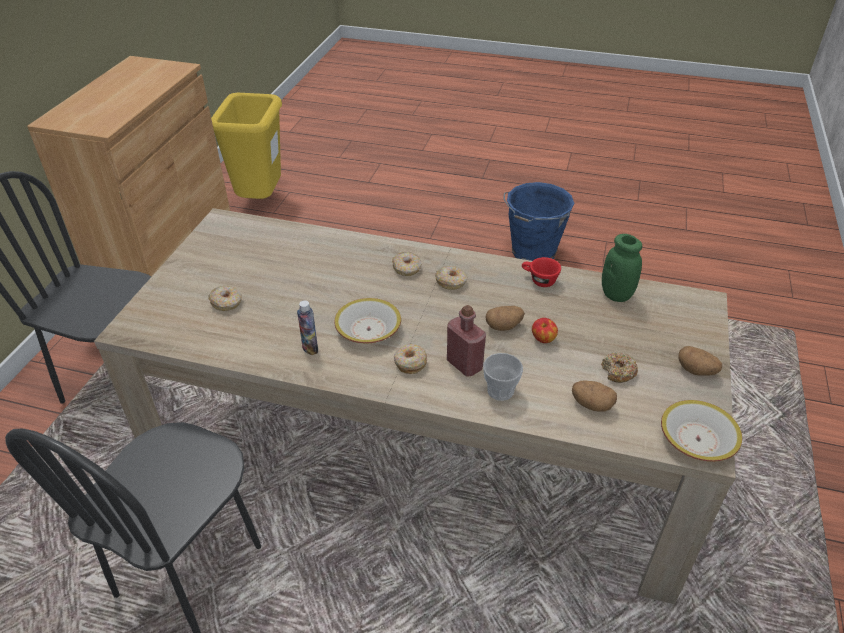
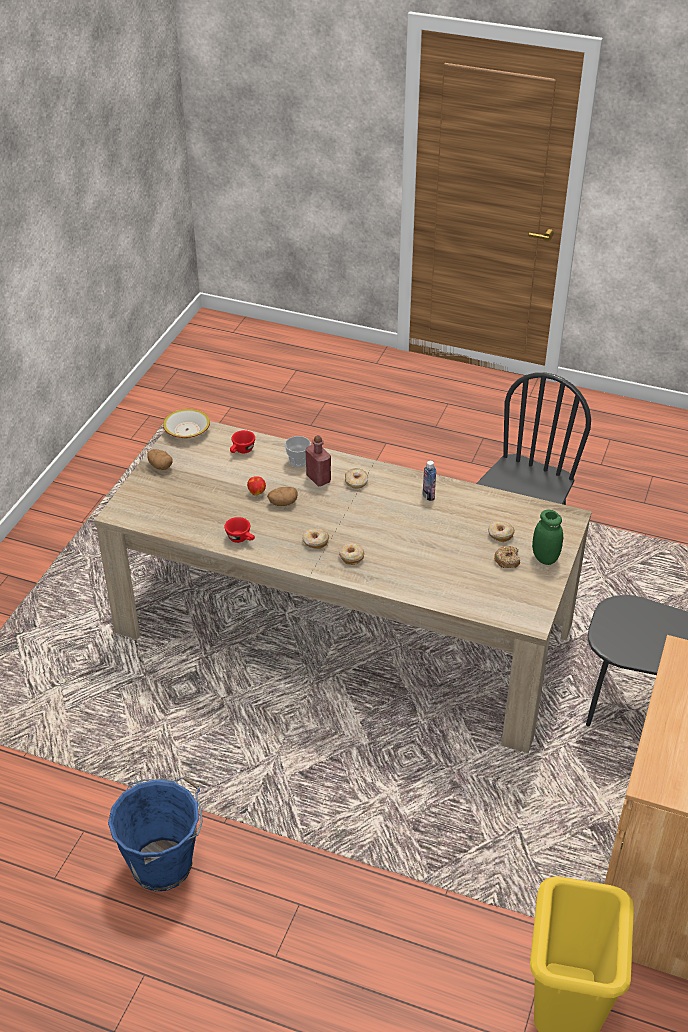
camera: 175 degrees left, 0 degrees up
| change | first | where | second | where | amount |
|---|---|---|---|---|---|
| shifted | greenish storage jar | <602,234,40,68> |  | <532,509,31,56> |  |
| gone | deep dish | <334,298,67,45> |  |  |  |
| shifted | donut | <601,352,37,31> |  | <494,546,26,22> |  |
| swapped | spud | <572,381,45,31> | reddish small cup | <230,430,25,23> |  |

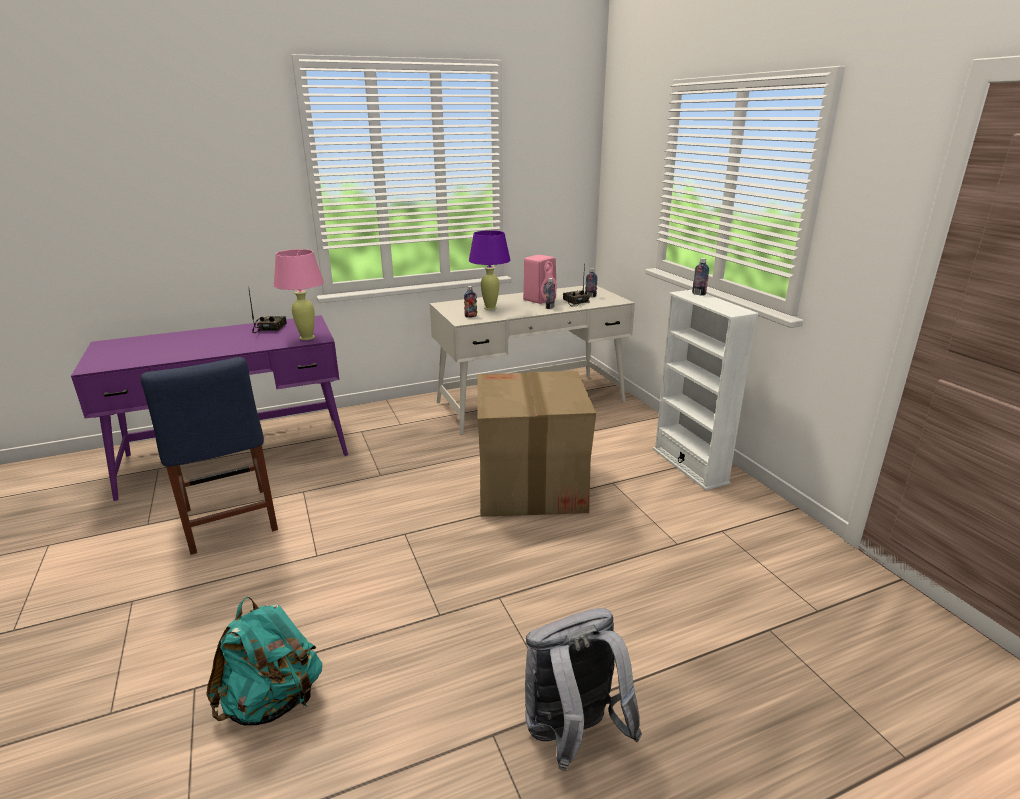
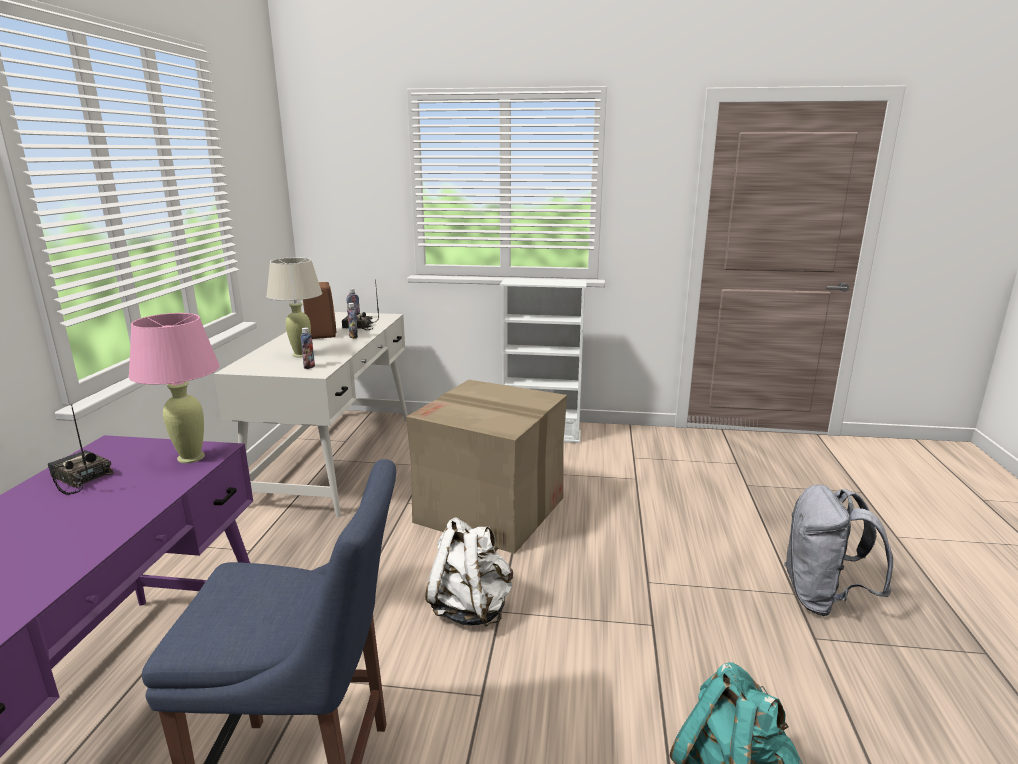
camera: 60 degrees left, 5 degrees down
| change | first | where | second | where | amount |
|---|---|---|---|---|---|
| repainted | purple-coloured lamp for a table | <469,230,41,80> | beige-coloured lamp for a table | <266,257,56,101> |  |
| repainted | pink audio speaker | <523,255,34,49> | brown-coloured audio speaker | <303,282,33,57> |  |
| gone | beverage bottle | <692,258,17,38> |  |  |  |
| new |  |  | white-coloured backpack | <425,518,88,109> |  |

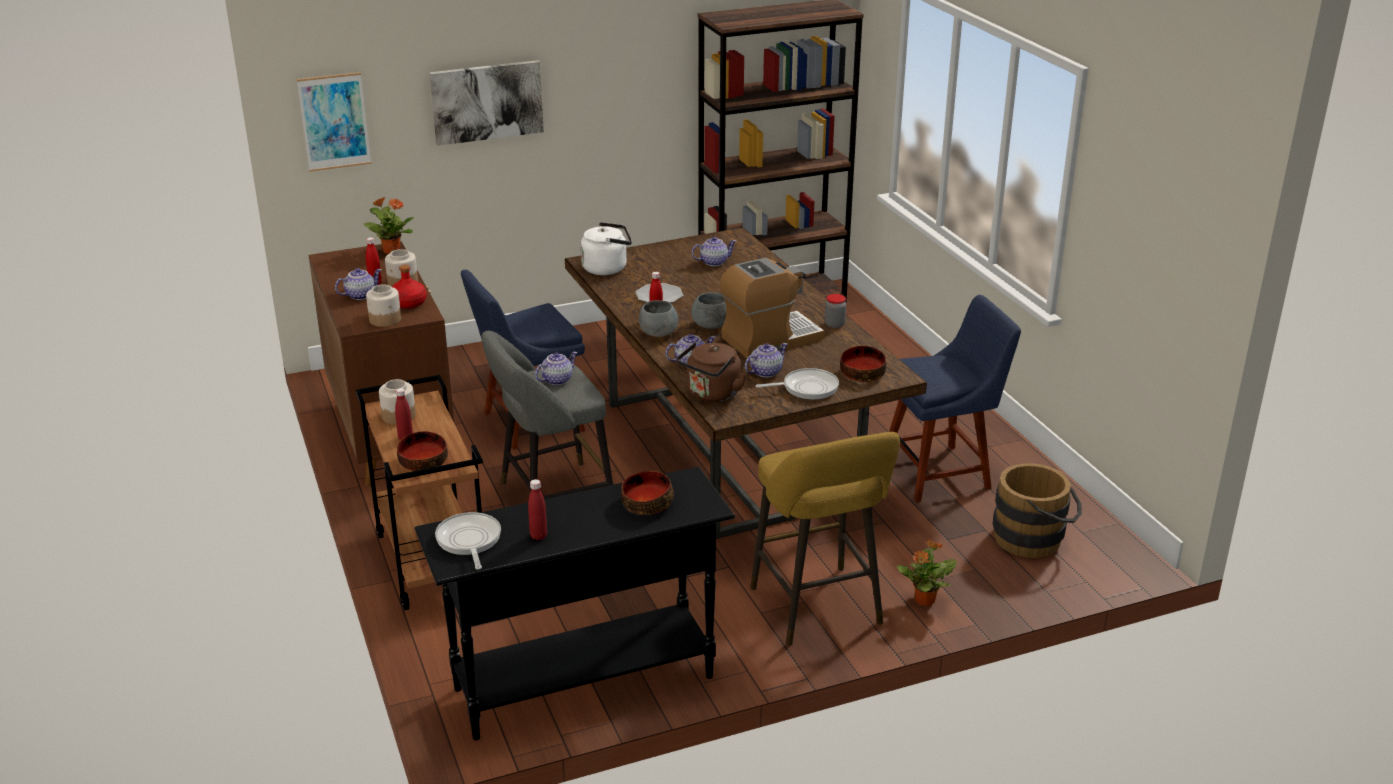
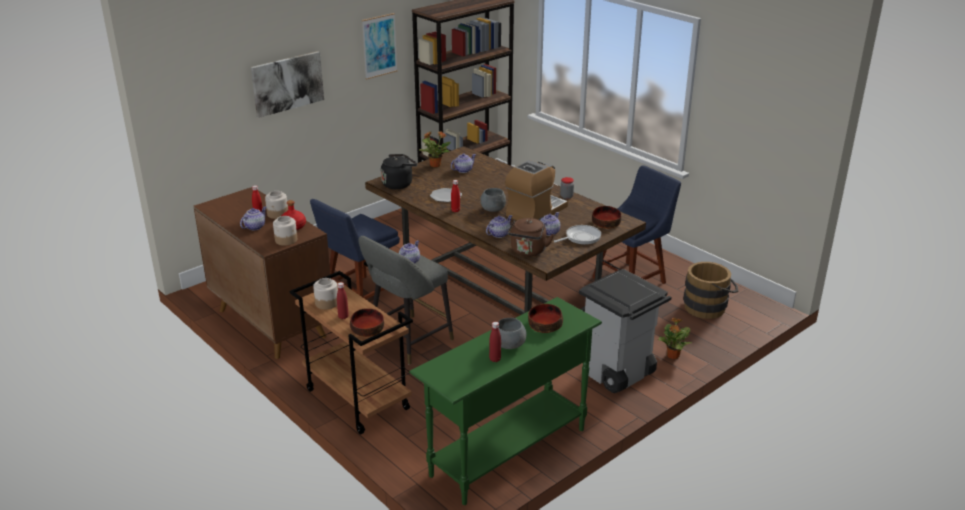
camera: 20 degrees left, 0 degrees up
| change | first | where | second | where | amount |
|---|---|---|---|---|---|
| shifted | picture | <297,72,74,100> |  | <362,13,36,67> |  |
| shifted | houseplant | <364,197,50,57> |  | <419,131,32,37> |  |
| repainted | white-coloured kettle | <580,222,52,53> | black-coloured kettle | <381,154,36,35> |  |
| shifted | greyish deep dish | <639,300,39,37> |  | <498,318,29,31> |  |
| swapped | yellowish stool seat | <750,432,150,214> | greyish rubbish bin | <579,269,92,124> |  |
| repainted | black-coloured narrow table | <415,466,320,274> | greenish narrow table | <409,297,193,208> |  |
| gone | pan | <435,512,66,58> |  |  |  |

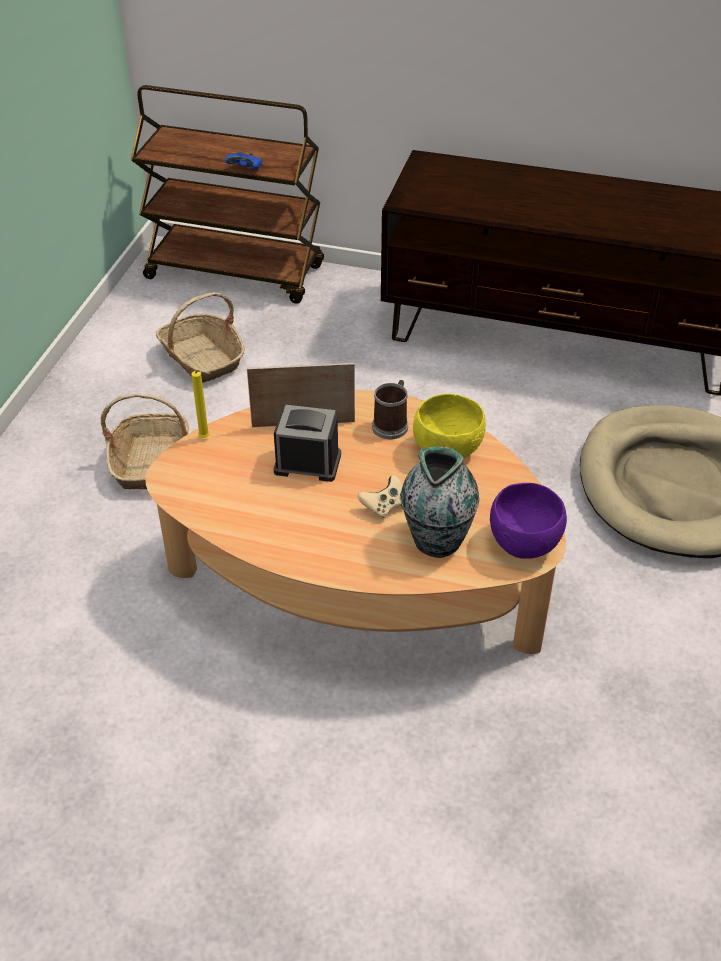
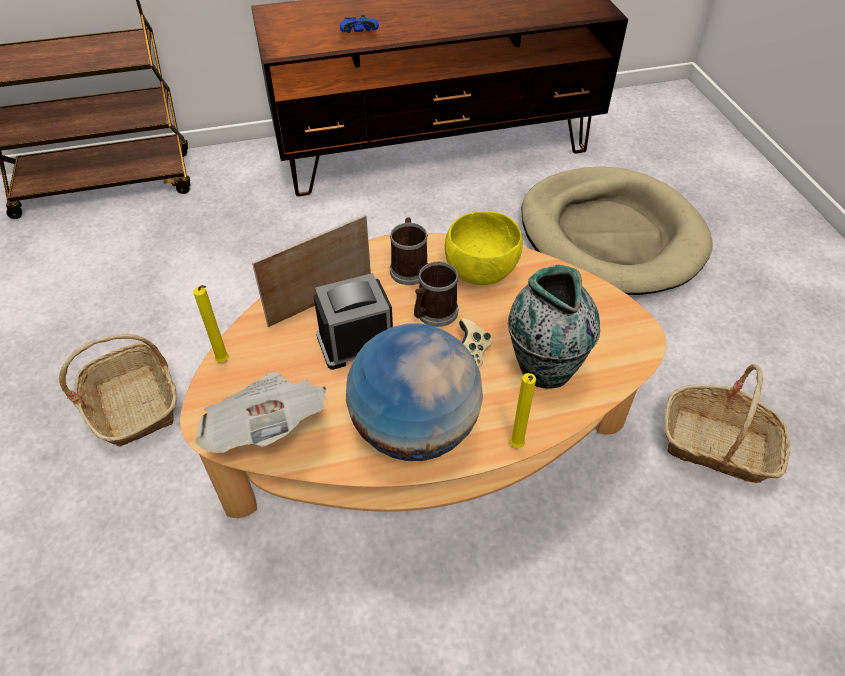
camera: 30 degrees left, 5 degrees up
| change | first | where | second | where | amount |
|---|---|---|---|---|---|
| shifted | blue gamepad | <225,151,37,18> |  | <340,15,39,18> |  |
| shifted | basket | <156,292,89,91> |  | <665,364,125,119> |  |
| gone | purple-coloured deep dish | <490,483,77,76> |  |  |  |
| new |  |  | coffee mug | <414,262,45,65> |  |
| new |  |  | globe | <346,323,137,138> |  |
| new |  |  | printed paper | <195,372,132,81> |  |
| new |  |  | yellowish wax candle | <510,373,26,75> |  |

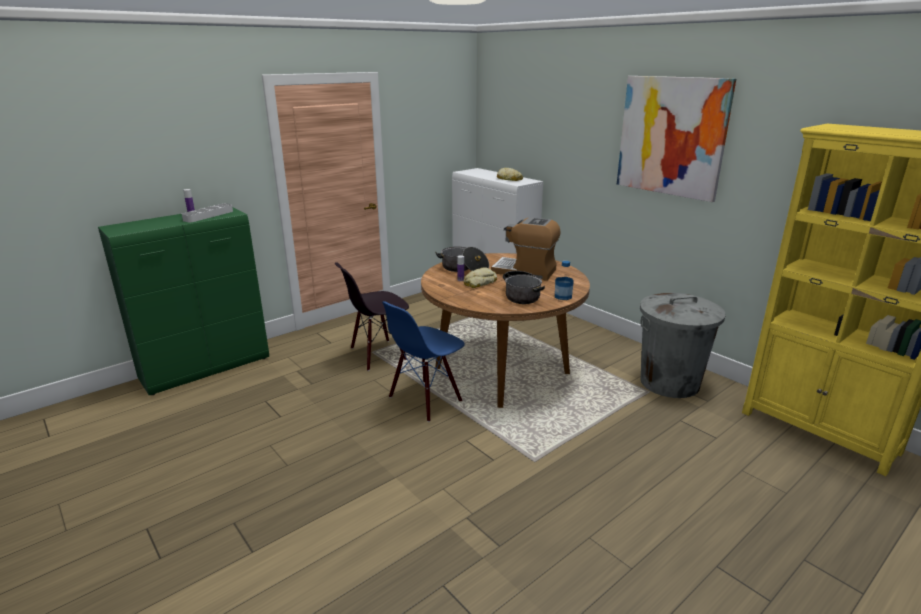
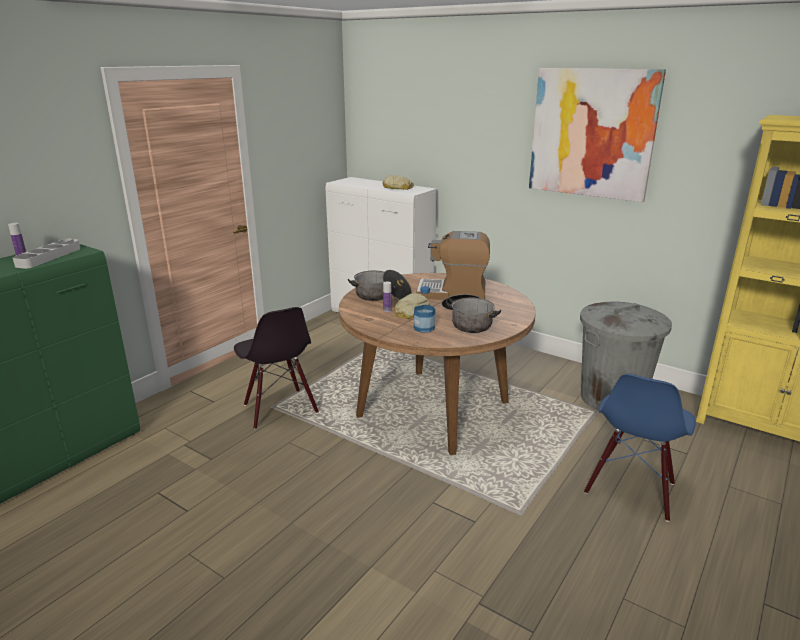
camera: 15 degrees left, 0 degrees up
| change | first | where | second | where | amount |
|---|---|---|---|---|---|
| shifted | beverage bottle | <555,261,19,39> |  | <414,286,21,47> |  |
| rotated | black-coloured plain chair | <335,262,74,109> |  | <234,307,85,123> | 75 degrees counterclockwise |
| shifted | blue plain chair | <382,301,83,121> |  | <584,374,112,148> |  |

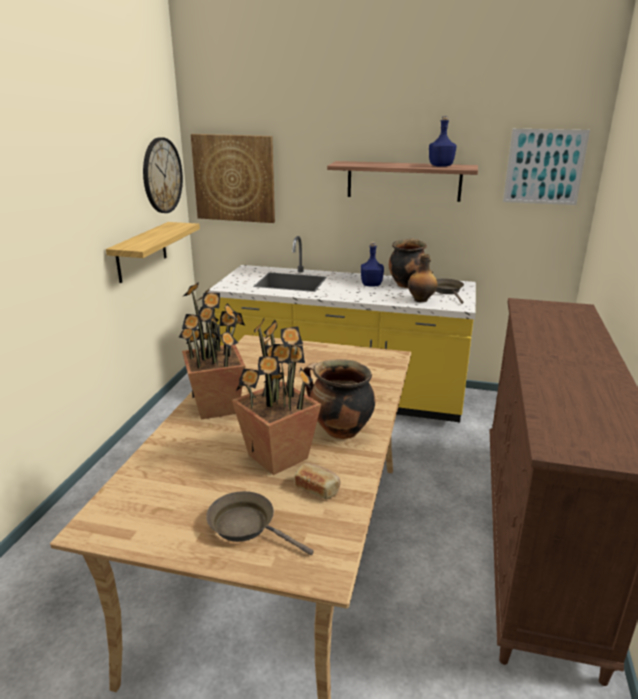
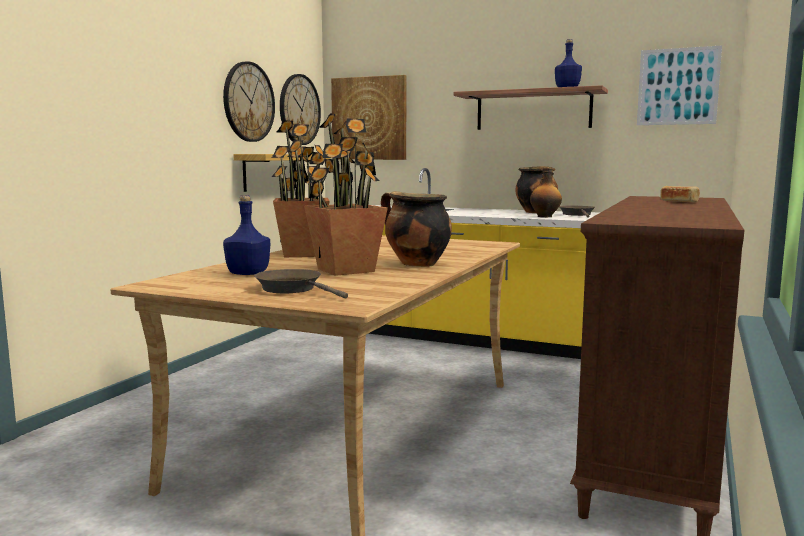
camera: 10 degrees right, 15 degrees down
| change | first | where | second | where | amount |
|---|---|---|---|---|---|
| shifted | blue beverage bottle | <361,242,23,45> |  | <223,195,47,80> |  |
| shifted | bakery bread | <294,463,46,36> |  | <660,186,40,17> |  |
| new |  |  | clock on the wall | <223,61,52,81> |  |

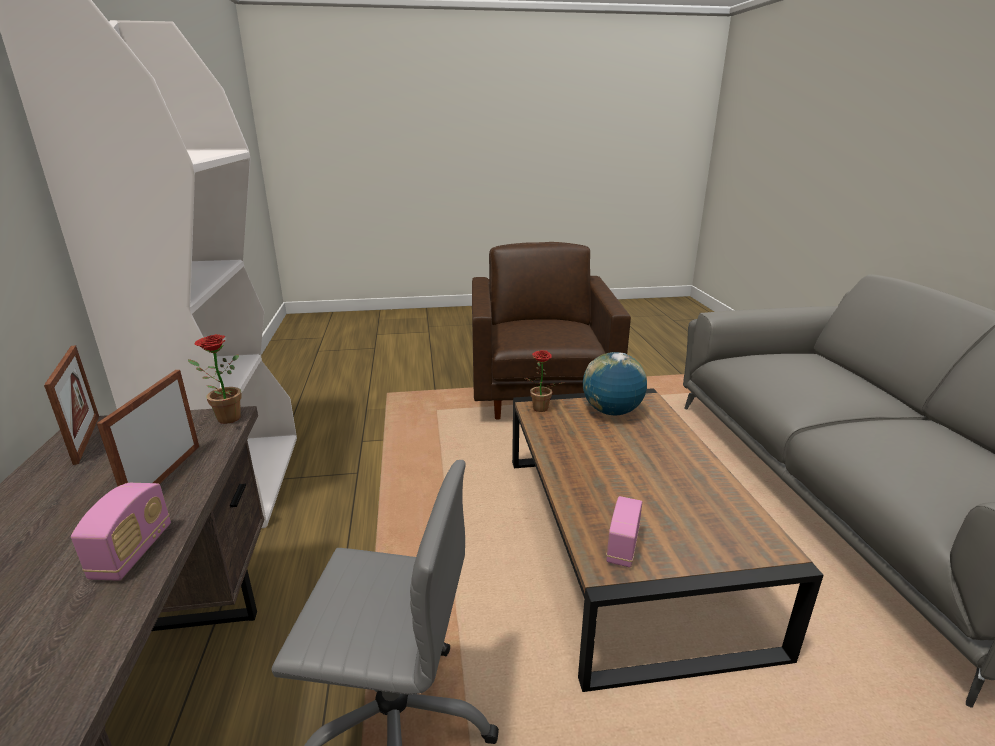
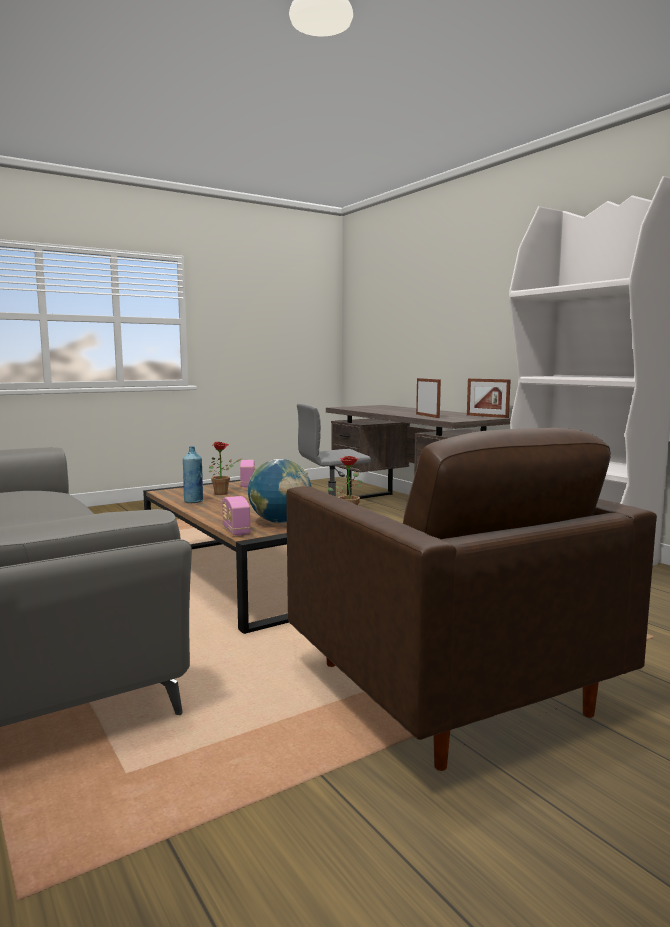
camera: 155 degrees right, 15 degrees down
| change | first | where | second | where | amount |
|---|---|---|---|---|---|
| shifted | houseplant | <188,334,54,90> |  | <209,441,32,54> |  |
| shifted | radio set | <71,483,100,98> |  | <222,496,29,40> |  |
| new |  |  | blue beverage bottle | <183,446,20,57> |  |

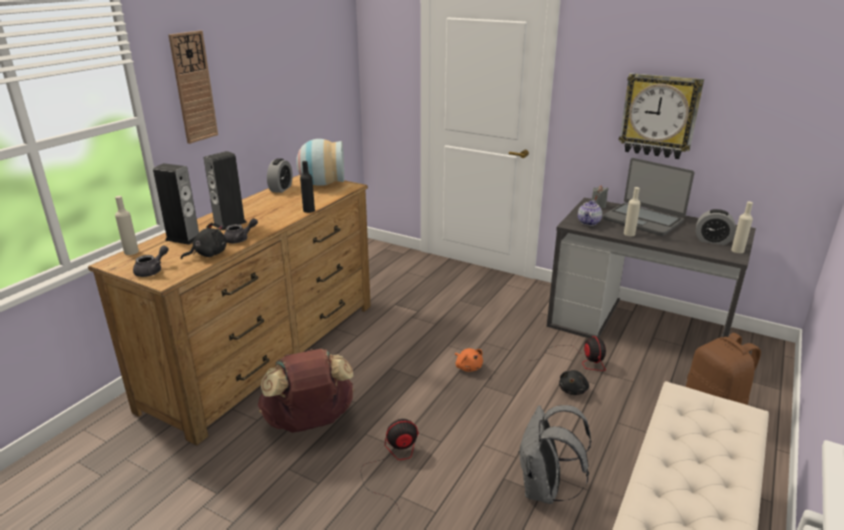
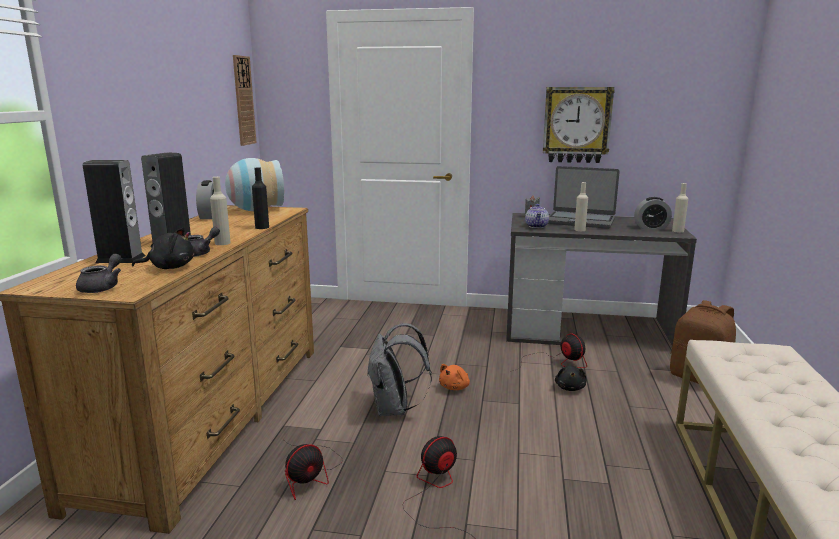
camera: 20 degrees left, 10 degrees down
| change | first | where | second | where | amount |
|---|---|---|---|---|---|
| shifted | clock on the wall | <168,30,50,114> |  | <233,55,24,91> |  |
| shifted | beige-coloured beverage bottle | <115,196,24,59> |  | <210,177,21,68> |  |
| rotated | black-coloured cuddly toy | <181,223,46,36> |  | <132,228,62,41> | 45 degrees clockwise |
| rotated | orangey cuddly toy | <455,348,28,24> |  | <439,364,31,26> | 90 degrees clockwise |
| swapped | brown-coloured backpack | <258,349,96,84> | electric fan | <284,440,59,60> |  |
| shifted | greyish backpack | <518,405,74,99> |  | <367,323,65,93> |  |

